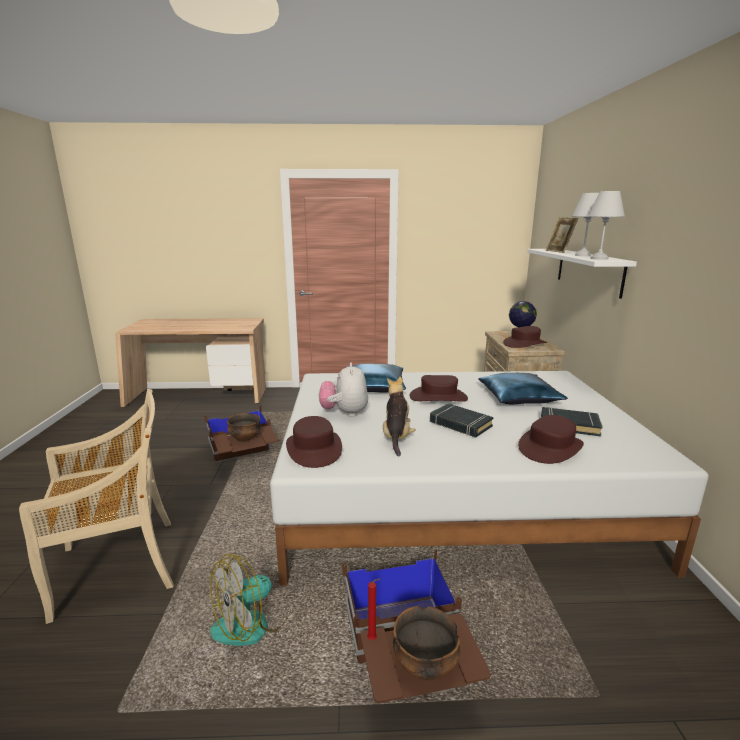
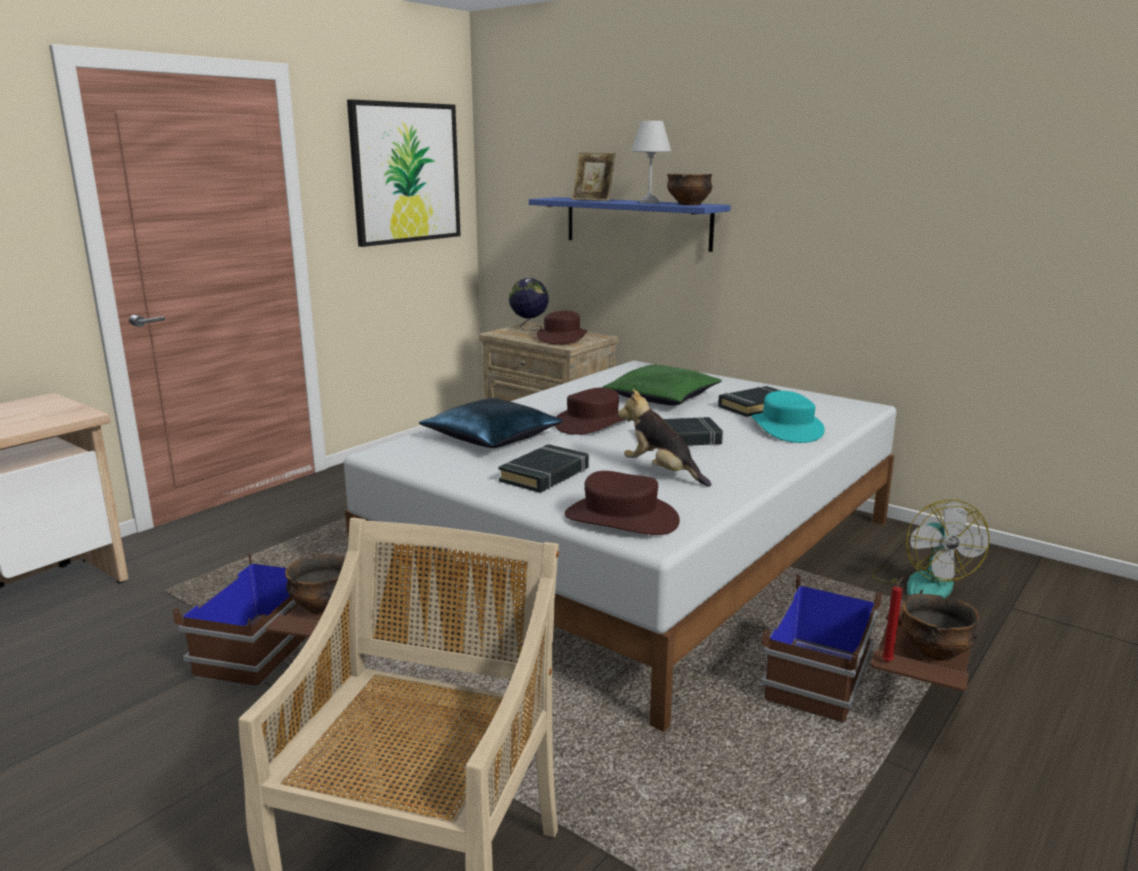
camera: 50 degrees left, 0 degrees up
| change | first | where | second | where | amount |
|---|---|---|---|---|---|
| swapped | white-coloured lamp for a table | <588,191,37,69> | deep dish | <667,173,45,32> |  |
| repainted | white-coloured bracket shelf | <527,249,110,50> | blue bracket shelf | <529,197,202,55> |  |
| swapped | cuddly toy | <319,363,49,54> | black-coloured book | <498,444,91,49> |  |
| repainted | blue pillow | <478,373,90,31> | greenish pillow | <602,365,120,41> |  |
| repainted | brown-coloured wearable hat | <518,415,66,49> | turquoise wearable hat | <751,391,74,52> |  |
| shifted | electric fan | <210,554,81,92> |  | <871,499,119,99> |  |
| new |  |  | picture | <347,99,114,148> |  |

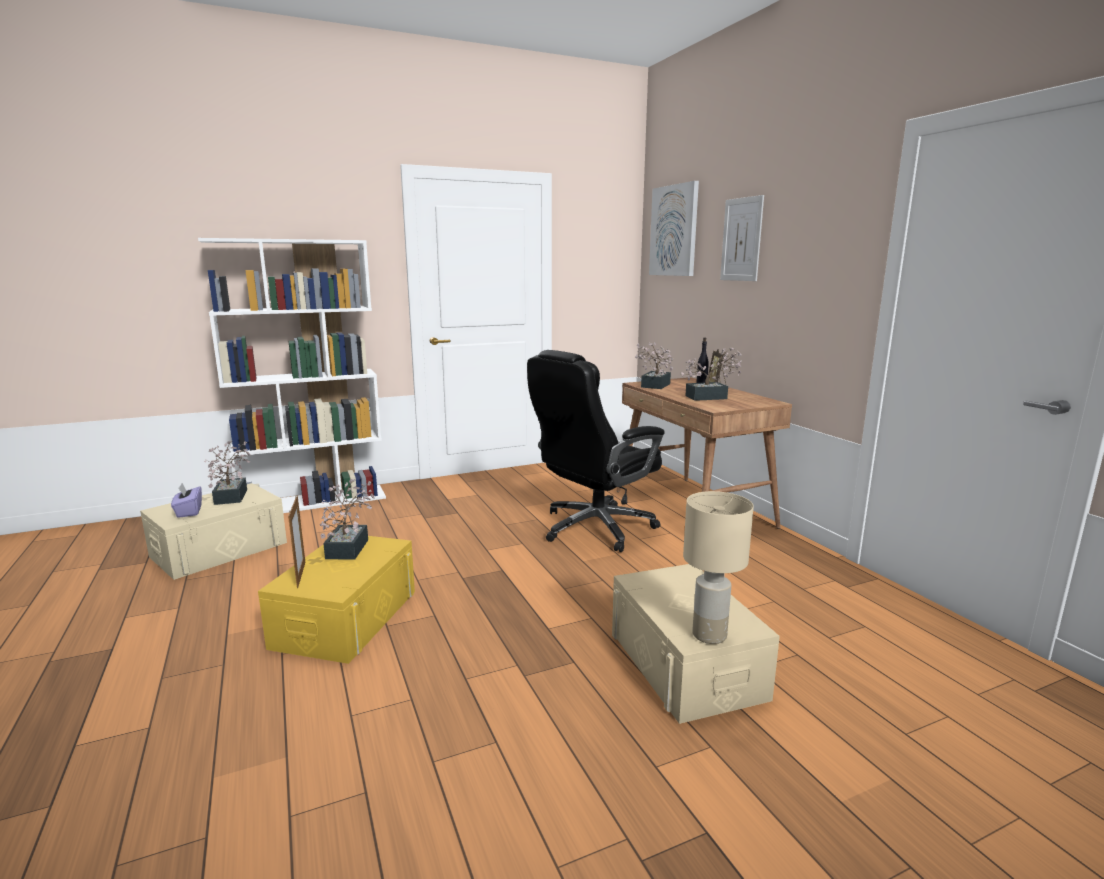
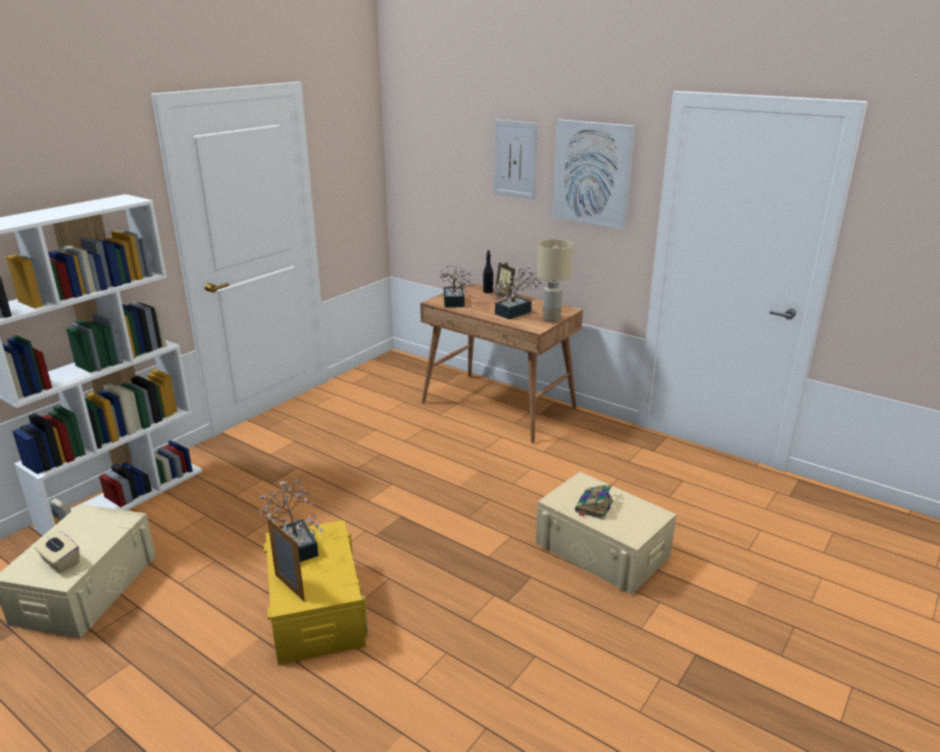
camera: 30 degrees left, 10 degrees up
| change | first | where | second | where | amount |
|---|---|---|---|---|---|
| shifted | picture | <649,181,50,95> |  | <552,119,83,110> |  |
| gone | black-coloured computer chair | <527,350,138,202> |  |  |  |
| gone | houseplant | <204,441,46,64> |  |  |  |
| repainted | purple-coloured tissue holder | <171,483,31,35> | beige-coloured tissue holder | <34,530,46,43> |  |
| shifted | beige-coloured lamp for a table | <683,491,71,153> |  | <537,239,36,83> |  |
| new |  |  | book | <575,484,38,36> |  |

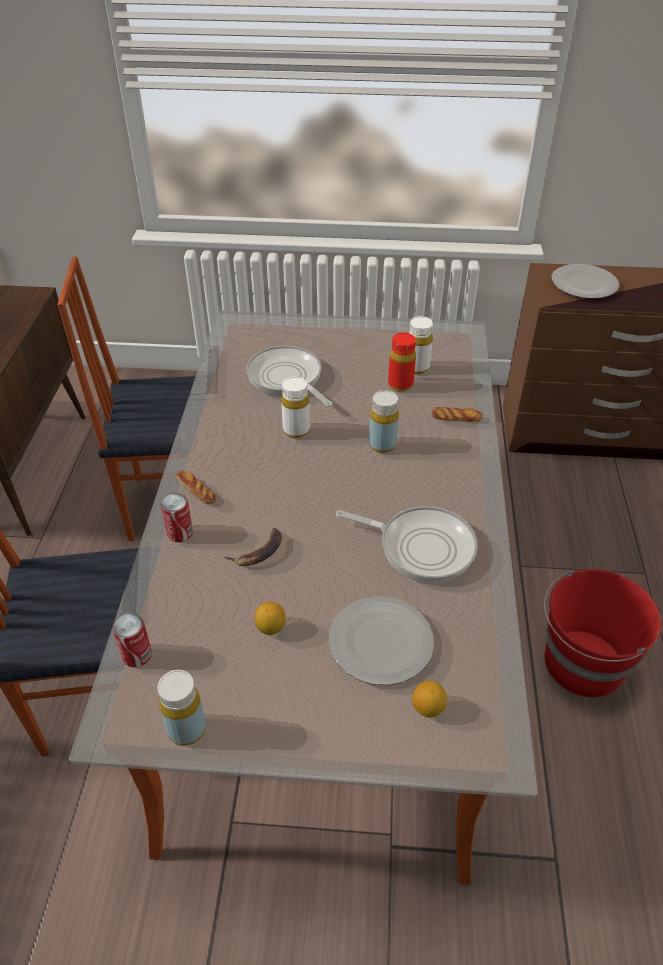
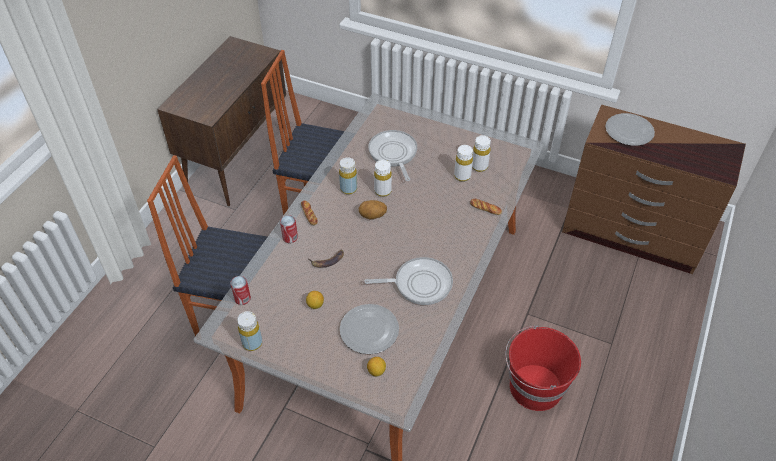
camera: 20 degrees right, 5 degrees up
| change | first | where | second | where | amount |
|---|---|---|---|---|---|
| repainted | reddish beverage bottle | <388,333,28,59> | white-coloured beverage bottle | <454,145,19,37> |  |
| shifted | yellowish beverage bottle | <369,390,30,63> |  | <339,158,18,37> |  |
| rotated | pan | <336,506,142,77> |  | <364,257,89,48> | 45 degrees counterclockwise |
| new |  |  | spud | <359,200,28,19> |  |

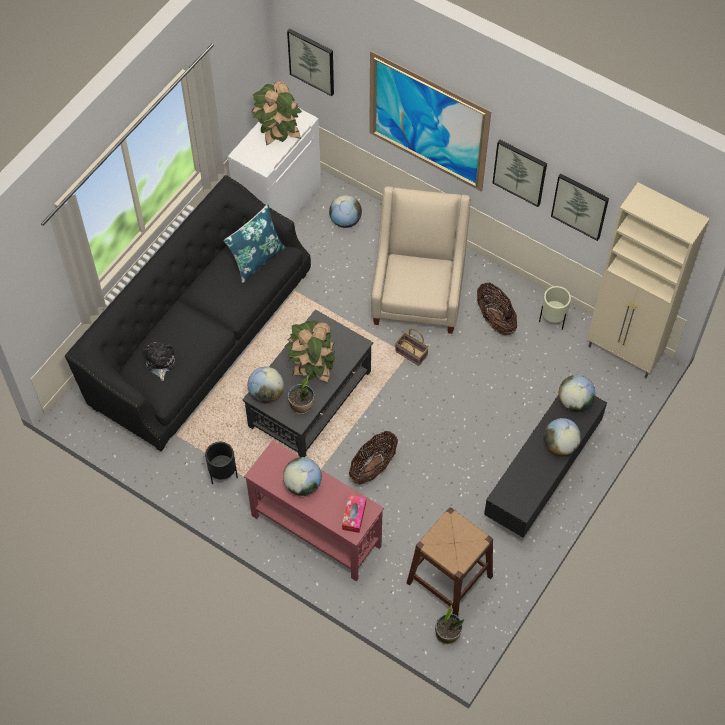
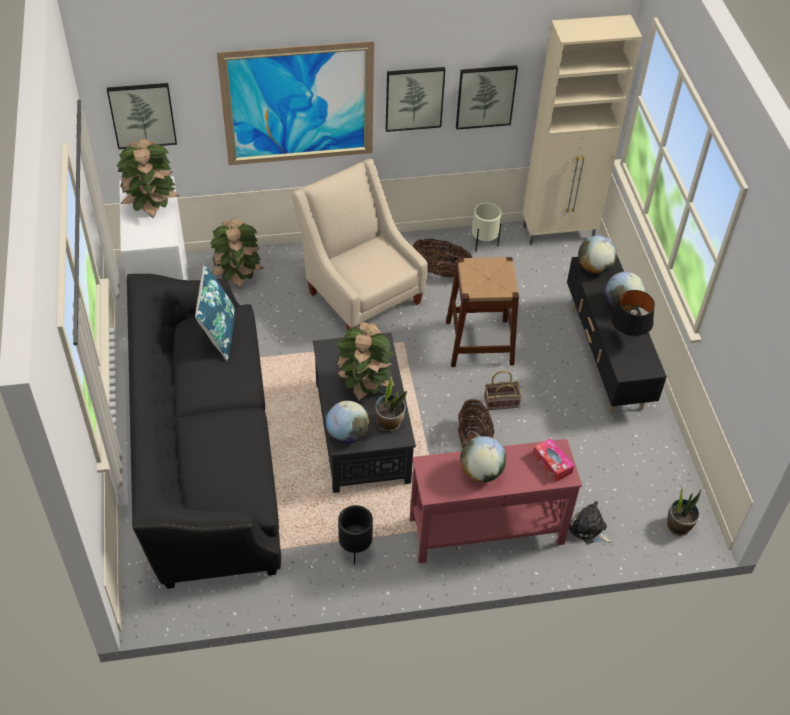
camera: 45 degrees left, 10 degrees down
| change | first | where | second | where | amount |
|---|---|---|---|---|---|
| swapped | globe | <329,195,33,33> | houseplant | <210,218,53,71> |  |
| shifted | basket | <395,329,34,37> |  | <484,371,38,39> |  |
| shifted | cuddly toy | <143,342,32,39> |  | <569,501,43,43> |  |
| shifted | brown-coloured stool seat | <407,507,86,109> |  | <446,257,73,110> |  |
| new |  |  | black-coloured lamp for a table | <611,290,44,49> |  |

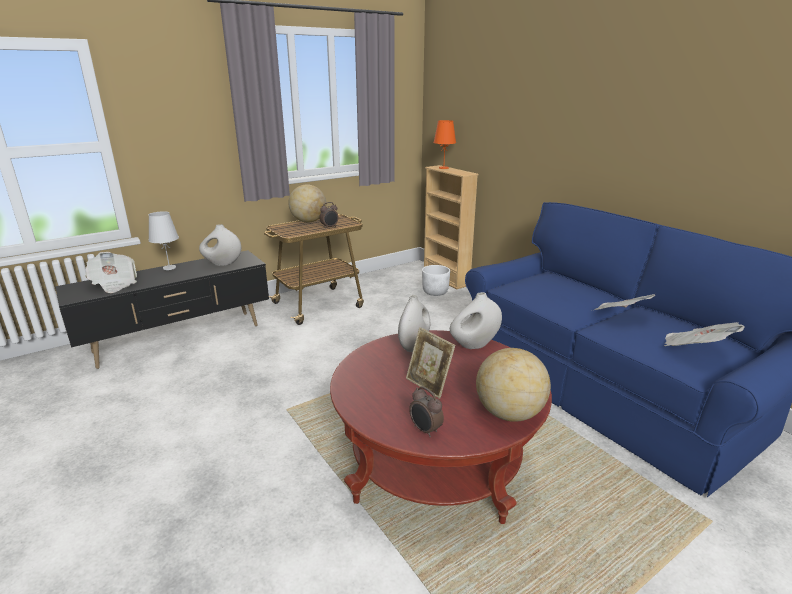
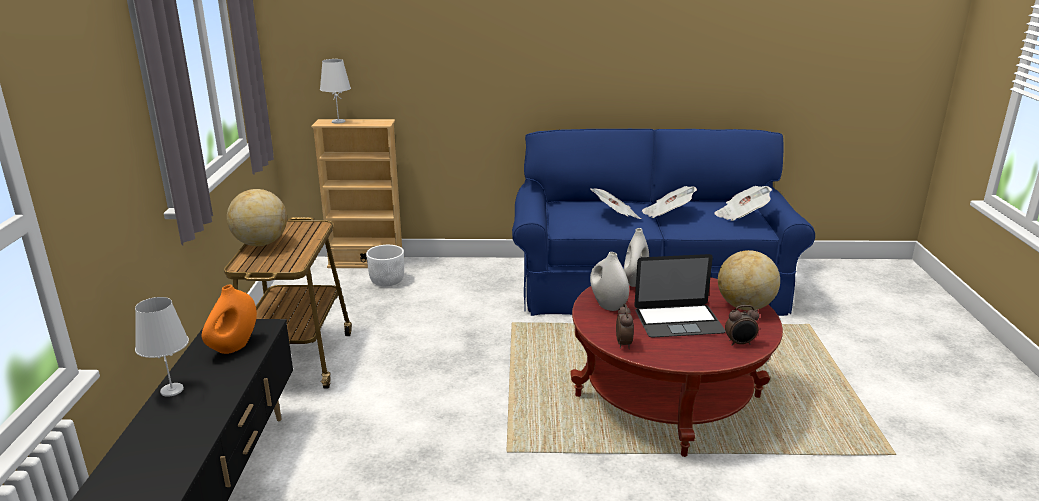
camera: 55 degrees left, 0 degrees up
| change | first | where | second | where | amount |
|---|---|---|---|---|---|
| repainted | orangey lamp for a table | <433,120,23,49> | white-coloured lamp for a table | <320,59,31,64> |  |
| shifted | alarm clock | <319,202,19,27> |  | <616,304,18,45> |  |
| repainted | white-coloured flower vase | <199,224,42,42> | orangey flower vase | <202,285,55,69> |  |
| shifted | printed paper | <85,252,52,41> |  | <590,188,51,31> |  |
| swapped | picture frame | <406,327,49,72> | portable computer | <634,254,92,84> |  |

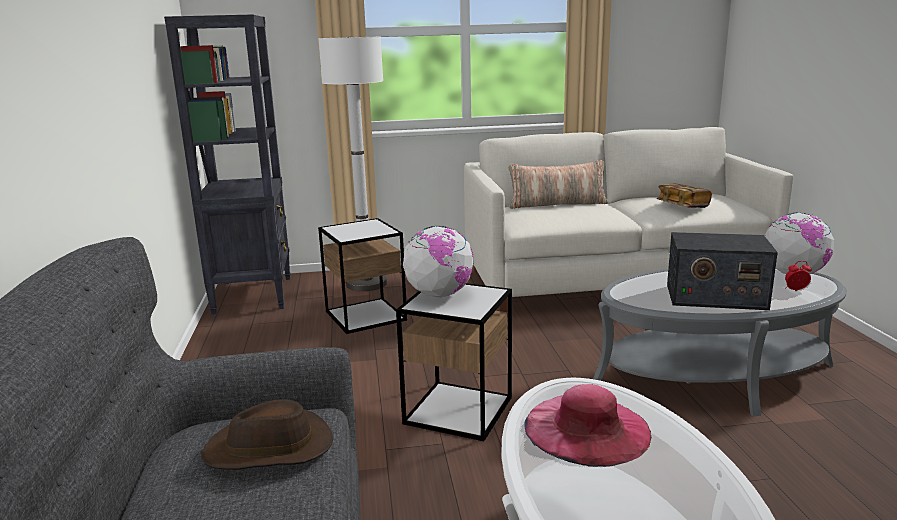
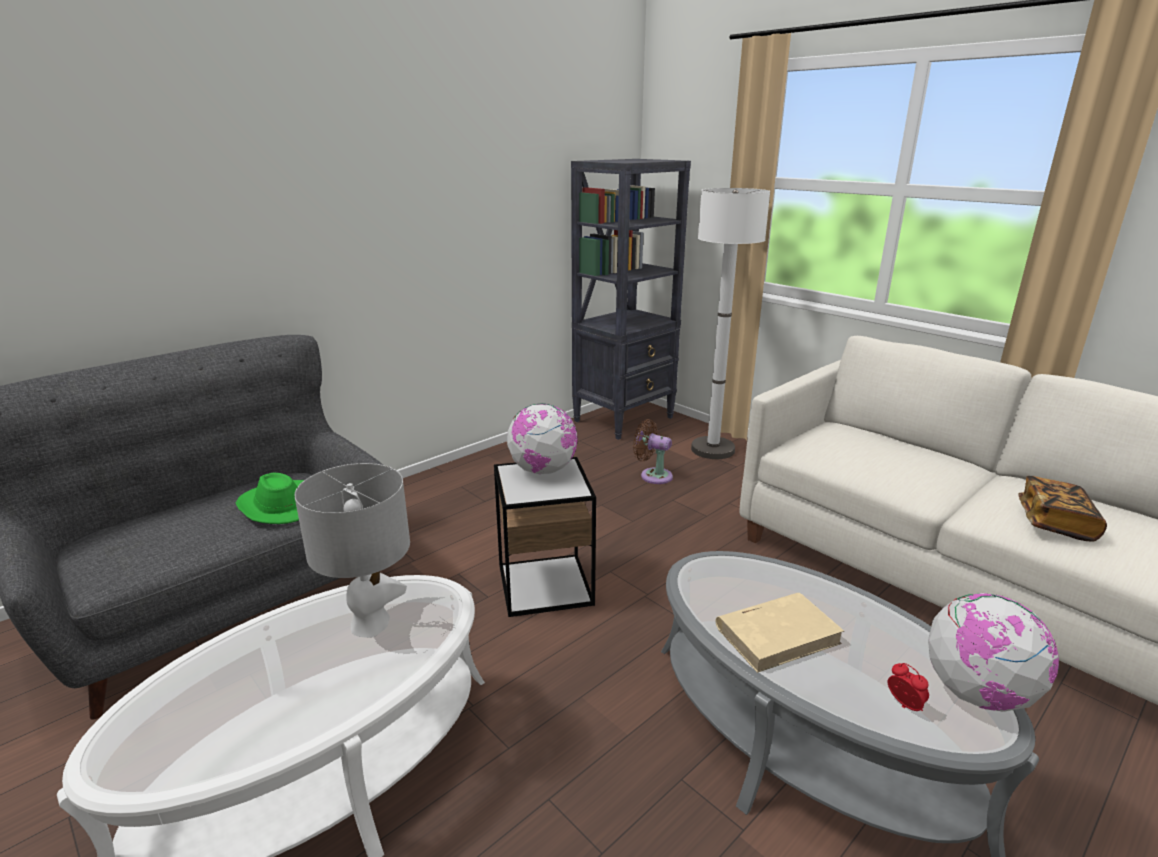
camera: 55 degrees right, 5 degrees up
| change | first | where | second | where | amount |
|---|---|---|---|---|---|
| gone | pillow | <509,160,100,49> |  |  |  |
| swapped | end table | <318,218,89,116> | brown-coloured electric fan | <633,419,40,65> |  |
| swapped | radio set | <667,232,111,78> | beige-coloured book | <716,593,128,80> |  |
| swapped | pink wearable hat | <524,384,127,83> | greyish lamp for a table | <295,463,115,175> |  |
| repainted | brown-coloured wearable hat | <201,399,132,71> | greenish wearable hat | <236,472,68,52> |  |

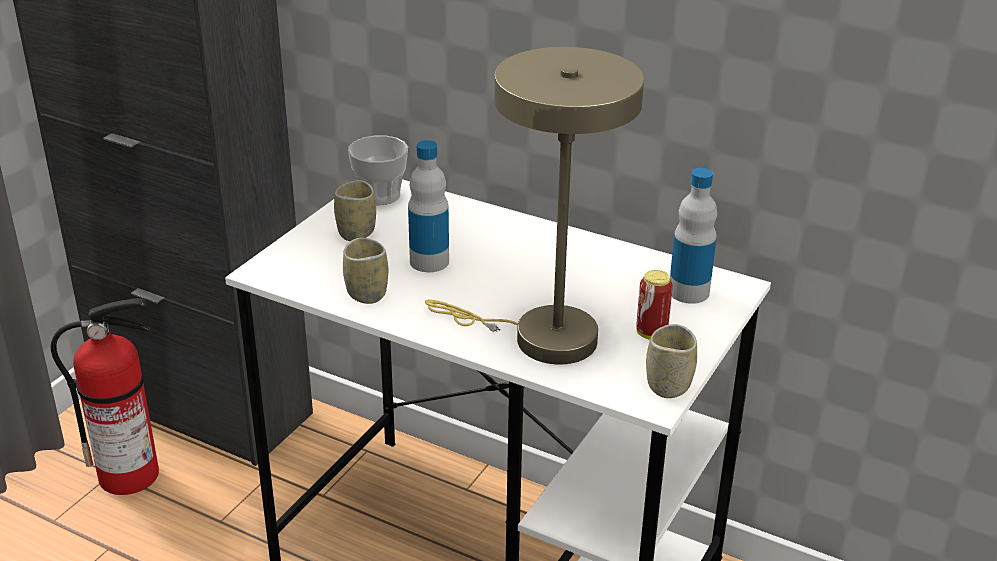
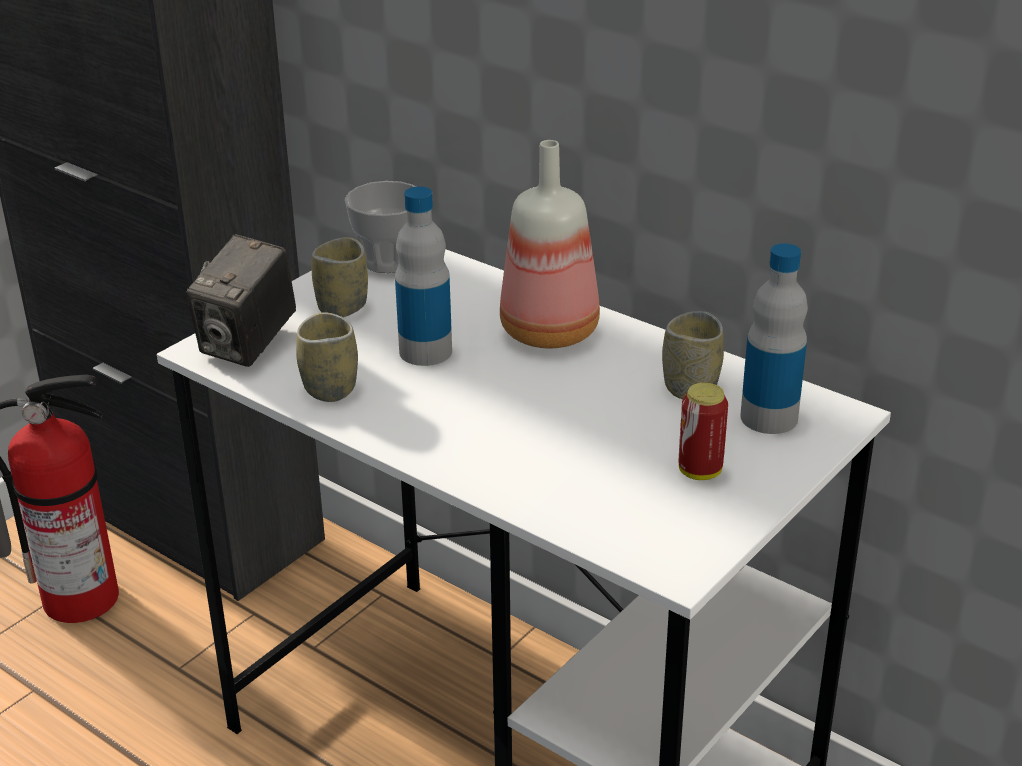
camera: 10 degrees right, 0 degrees up
| change | first | where | second | where | amount |
|---|---|---|---|---|---|
| gone | beige-coloured lamp for a table | <425,47,219,317> |  |  |  |
| shifted | small cup | <646,324,51,74> |  | <662,311,62,88> |  |
| new |  |  | beverage bottle | <500,140,100,208> |  |
| new |  |  | photo camera | <186,234,110,133> |  |

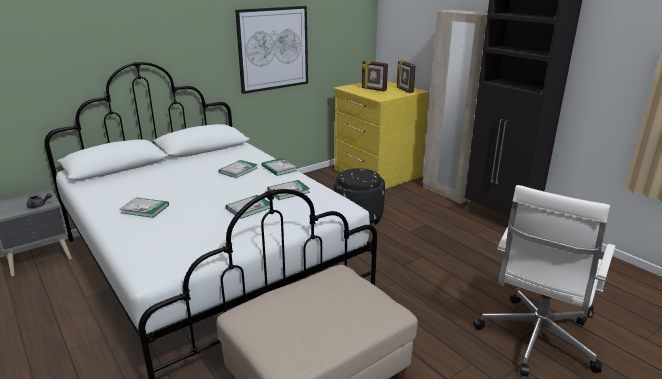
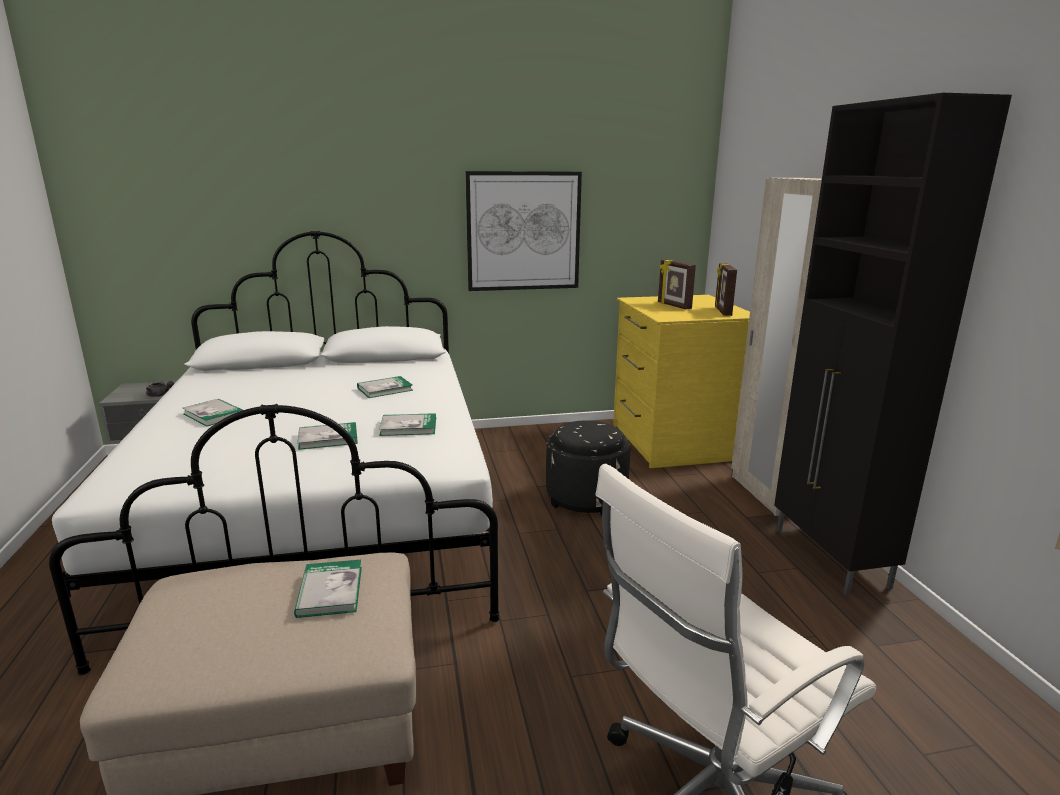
camera: 25 degrees right, 5 degrees down
| change | first | where | second | where | amount |
|---|---|---|---|---|---|
| shifted | book | <262,158,35,18> |  | <294,560,68,58> |  |

